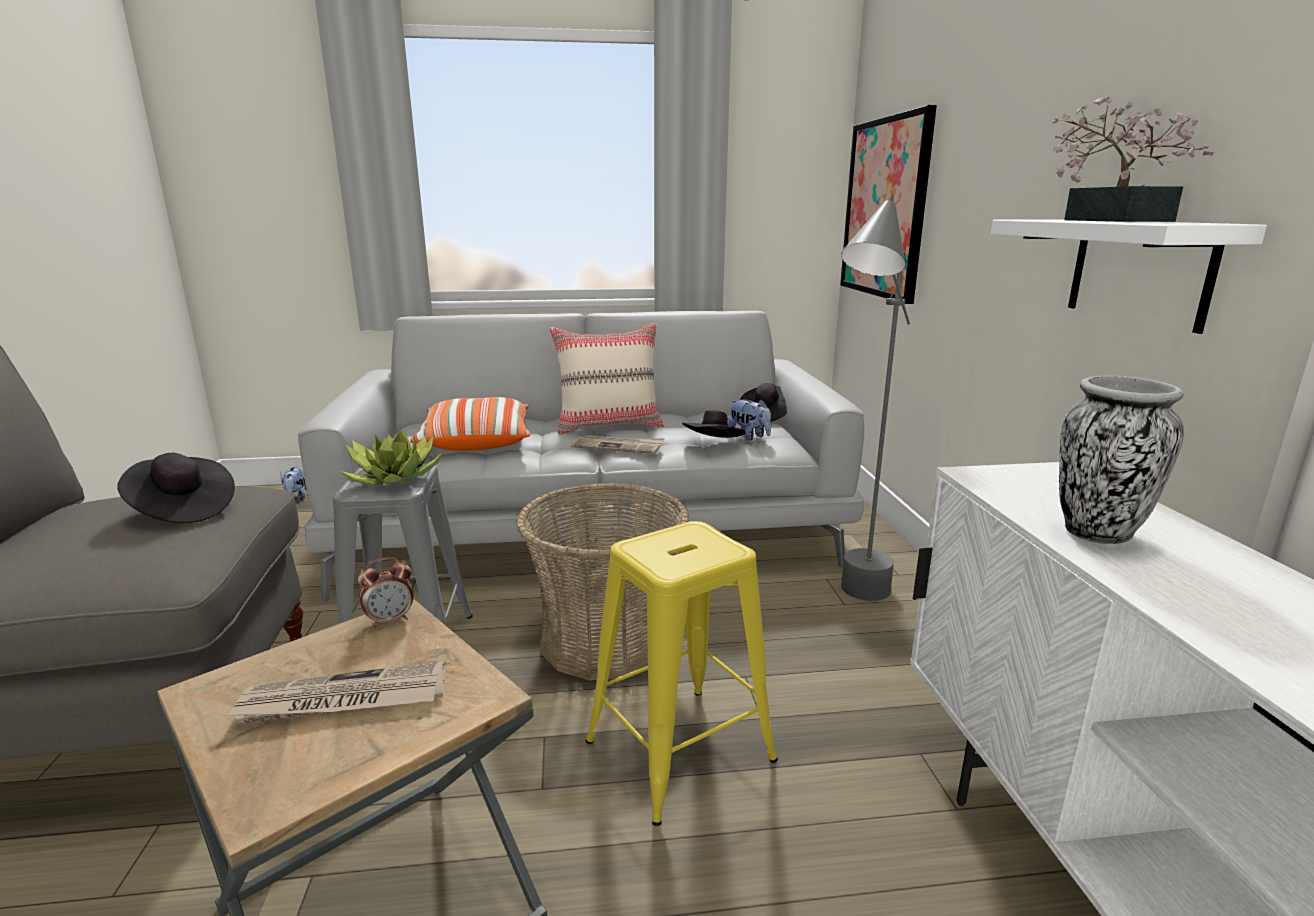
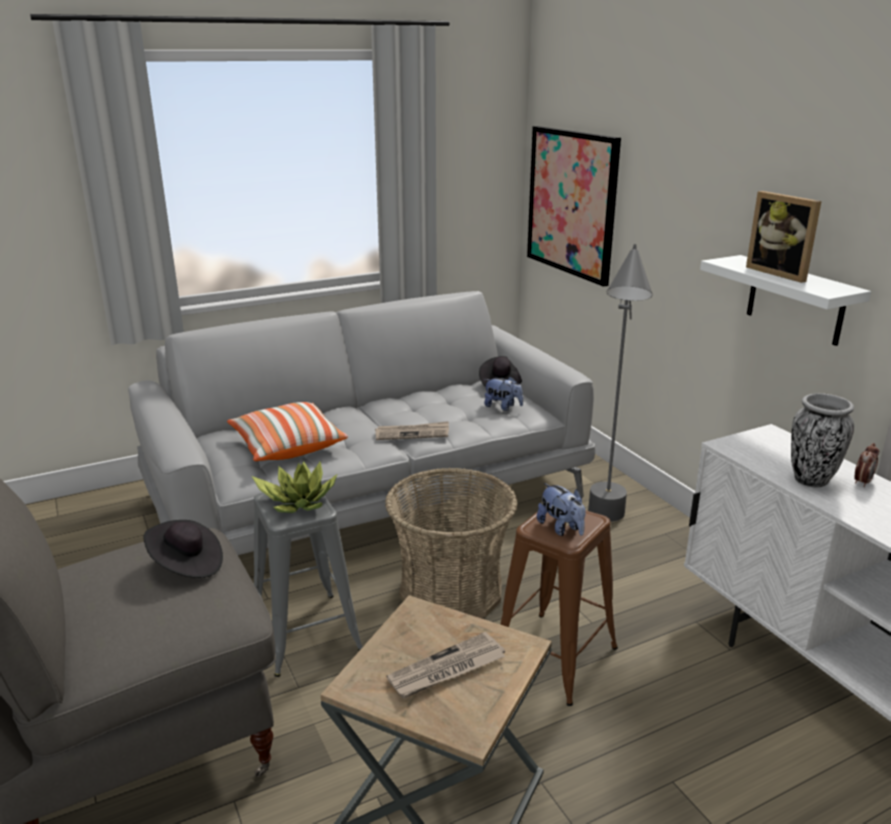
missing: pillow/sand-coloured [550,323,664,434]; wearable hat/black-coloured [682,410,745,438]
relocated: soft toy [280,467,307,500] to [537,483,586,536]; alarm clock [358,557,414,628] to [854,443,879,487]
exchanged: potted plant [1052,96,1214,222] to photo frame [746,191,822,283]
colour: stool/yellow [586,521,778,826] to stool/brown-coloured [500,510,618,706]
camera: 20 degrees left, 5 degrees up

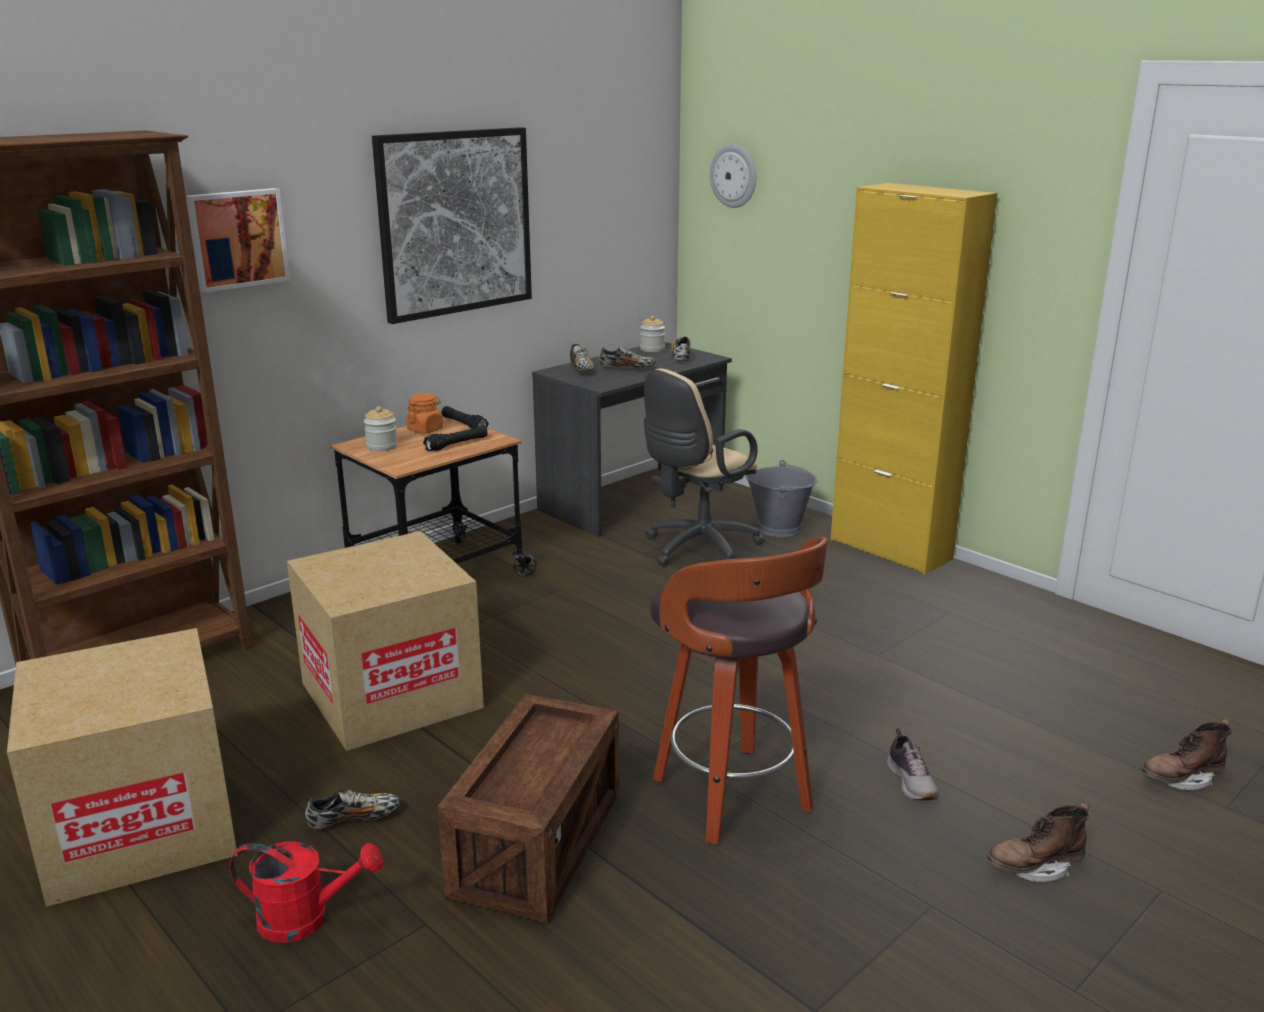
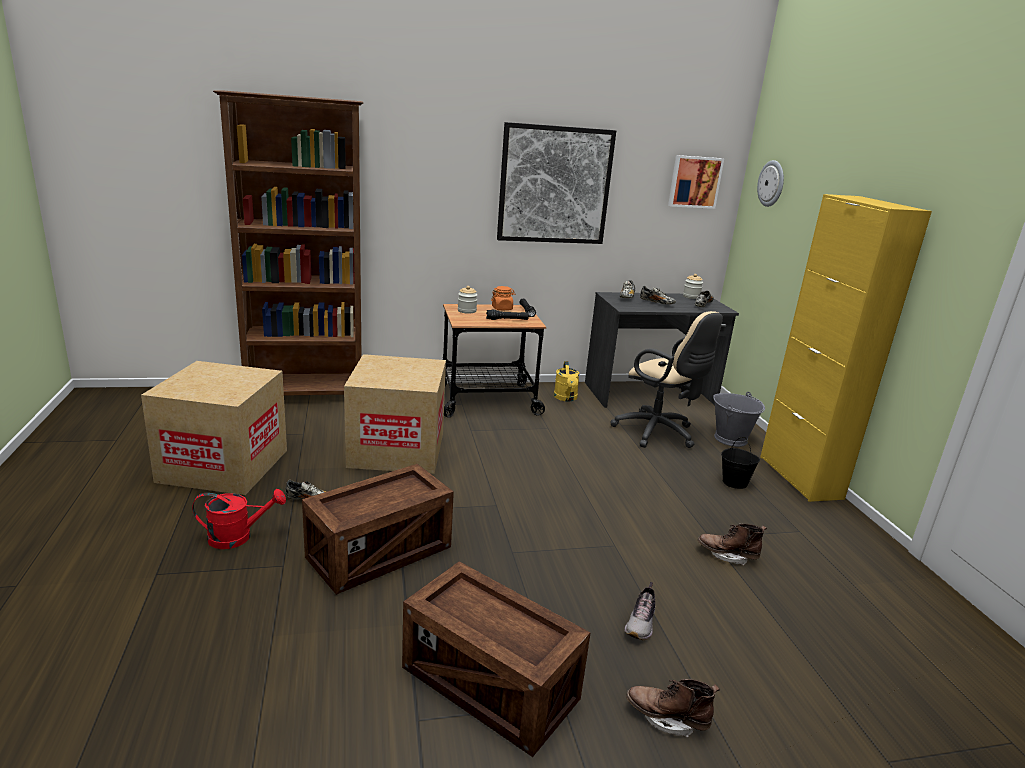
missing: stool [650,537,828,845]
appeared: watering can/yellow [554,361,580,401]; water bucket/black-coloured [721,437,760,489]; crate [402,561,591,757]
relocated: picture [186,188,290,293] to [668,155,724,209]; tall boot/brown-coloured [1142,718,1232,790] to [698,524,767,565]
spun: desk chair/sand-coloured [644,369,765,566] = [610,311,723,448] 120 degrees counterclockwise; watering can/red [230,841,383,943] = [192,489,286,549] 45 degrees counterclockwise
camera: 30 degrees right, 0 degrees up

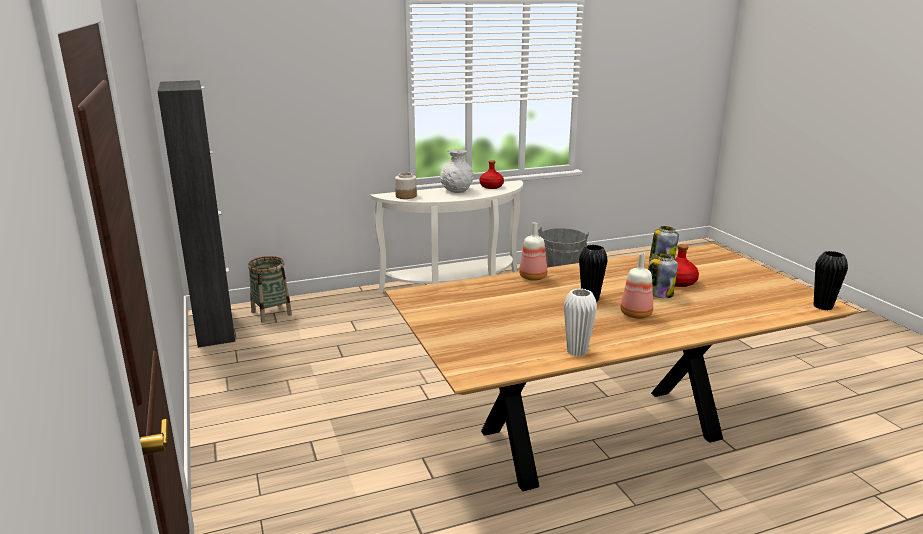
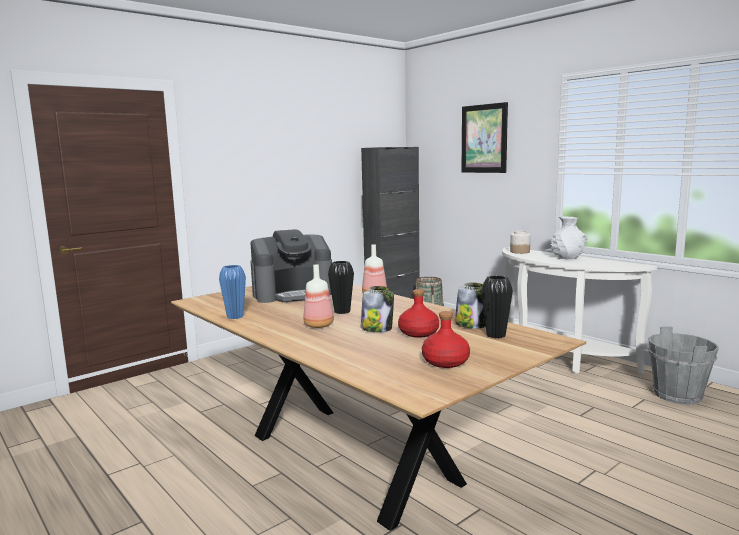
appeared: picture [462,102,508,173]; coffee brewer [251,229,332,303]
relocated: bottle/red [480,160,504,189] to [422,311,470,368]; vase/black-coloured [814,251,848,310] to [481,275,513,338]
colour: vase/white [564,289,597,356] to vase/blue [219,265,246,319]
camera: 70 degrees right, 10 degrees down

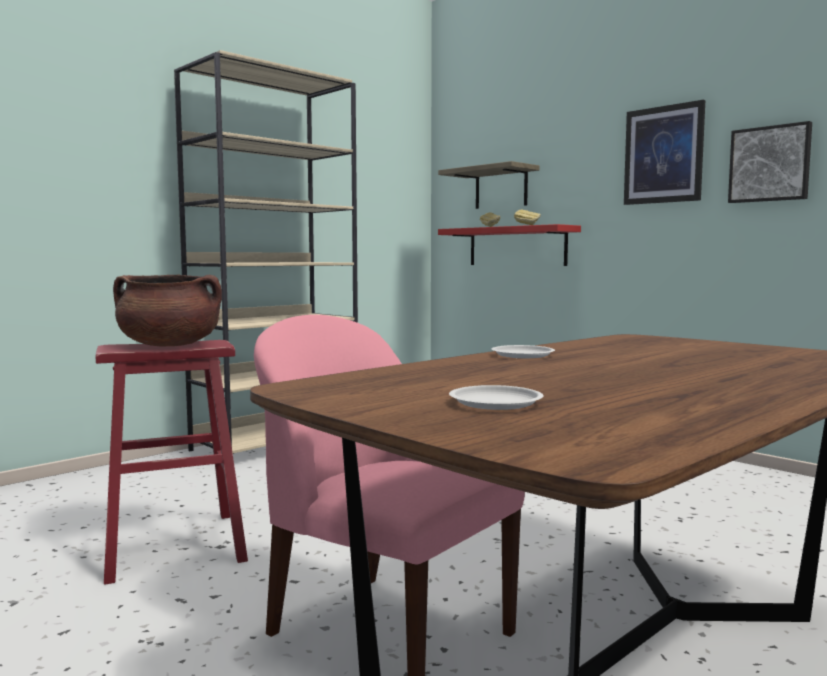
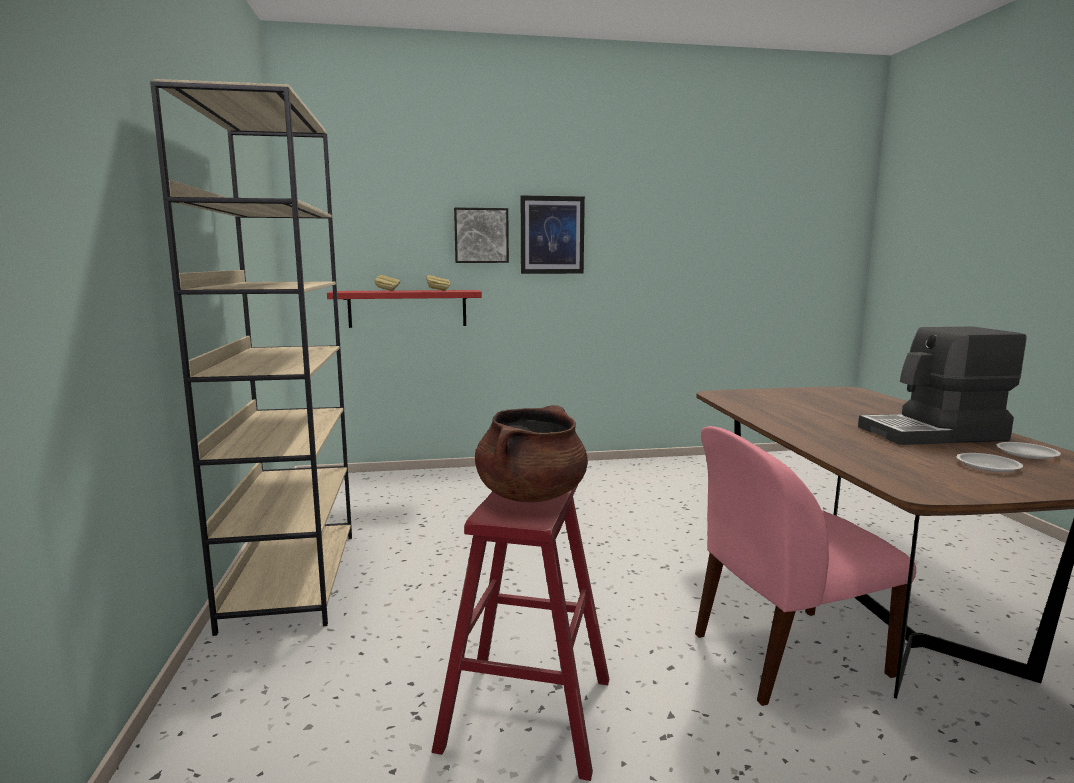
missing: wall shelf [438,161,540,209]
appeared: coffee brewer [858,327,1027,445]
relocated: picture [728,121,812,203] to [454,207,509,263]; dinner plate/white [492,345,555,358] to [997,442,1061,459]
camera: 55 degrees left, 5 degrees up

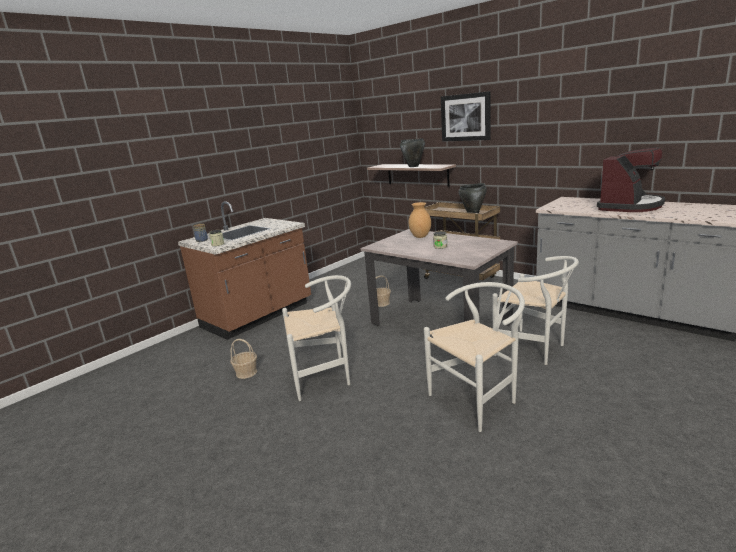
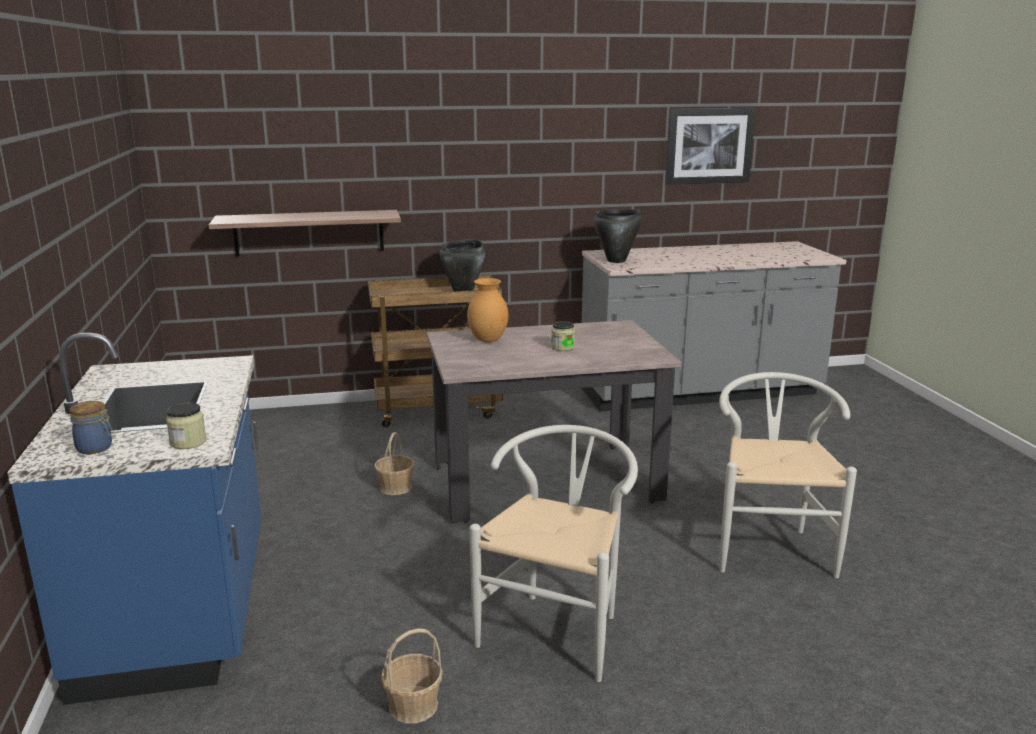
missing: coffee brewer [597,147,665,212]; upright chair/white [492,256,579,365]
relocated: picture [441,91,491,142] to [665,108,756,185]; cooking pot/black-coloured [400,138,425,167] to [594,210,642,263]
colour: kitchen counter/brown-coloured [178,201,311,340] to kitchen counter/blue [7,333,261,705]
camera: 55 degrees left, 0 degrees up

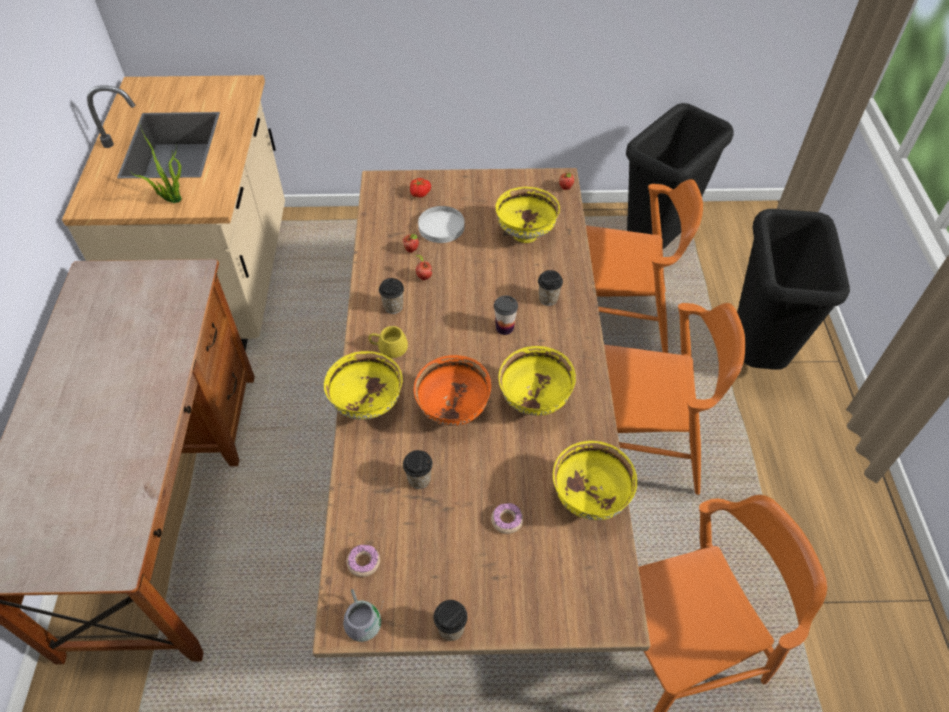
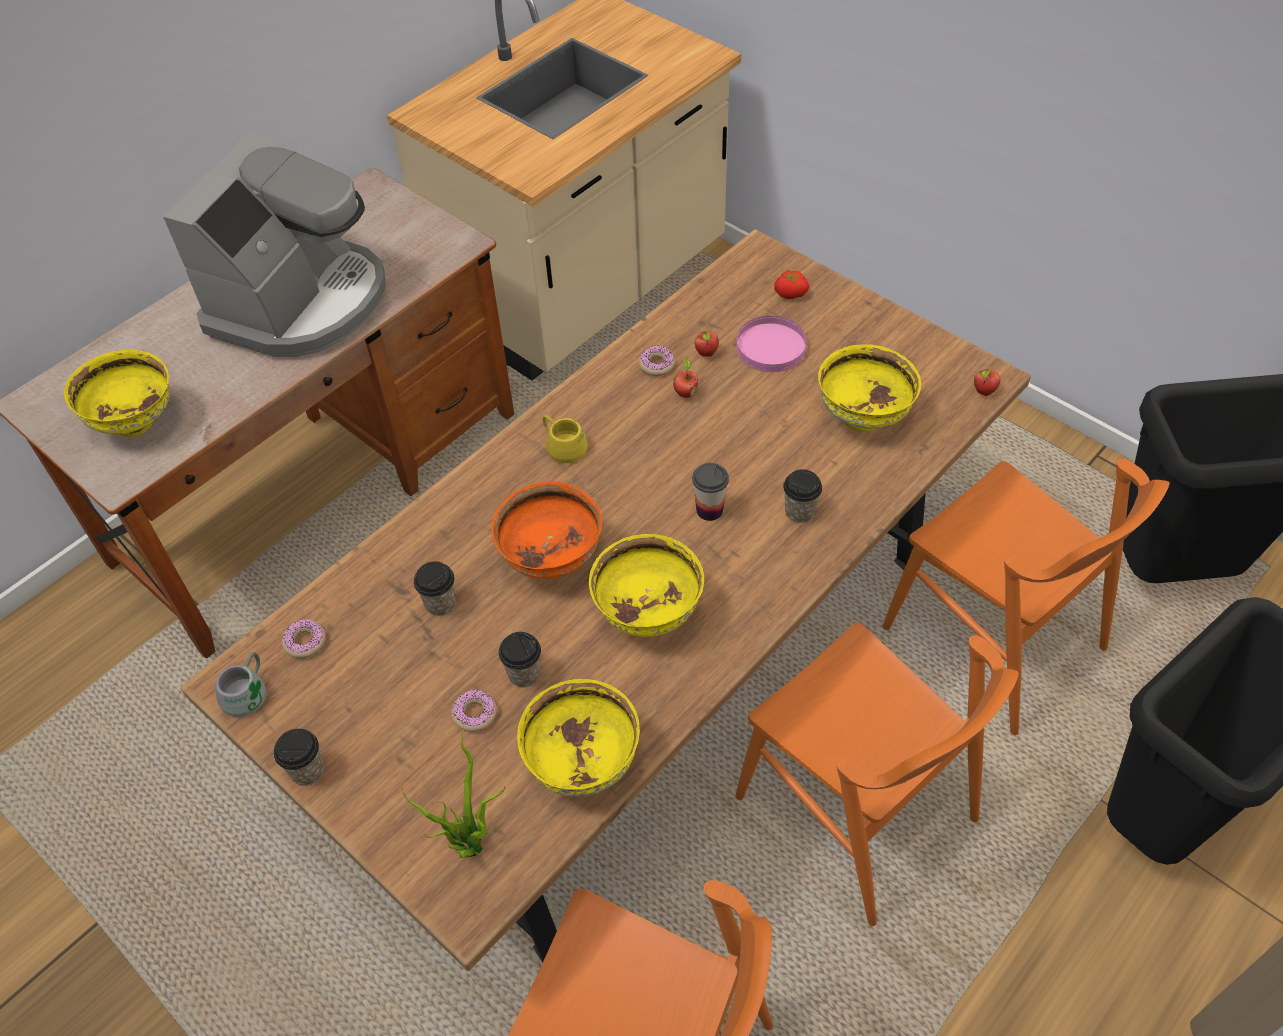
appeared: coffee brewer [163,131,386,357]; donut [638,346,675,376]
relocated: potted plant [130,120,181,203] to [402,721,505,858]; drinking cup [379,278,404,314] to [499,632,541,688]; bowl/yellow [324,351,403,420] to [64,350,170,437]
colour: dinner plate/white [418,206,465,243] to dinner plate/pinkish [737,316,806,372]
camera: 45 degrees right, 0 degrees up

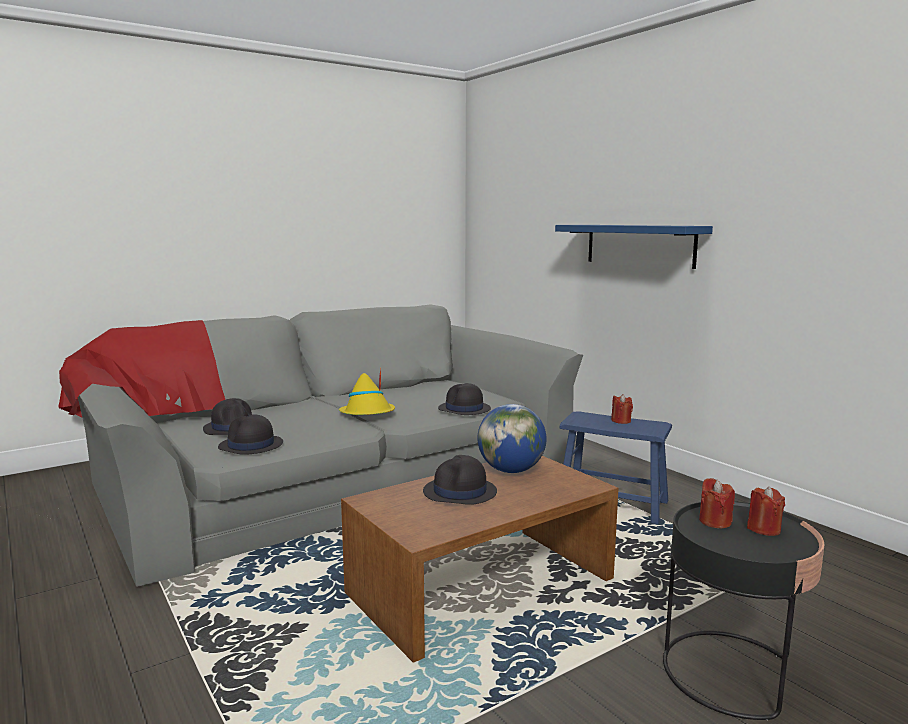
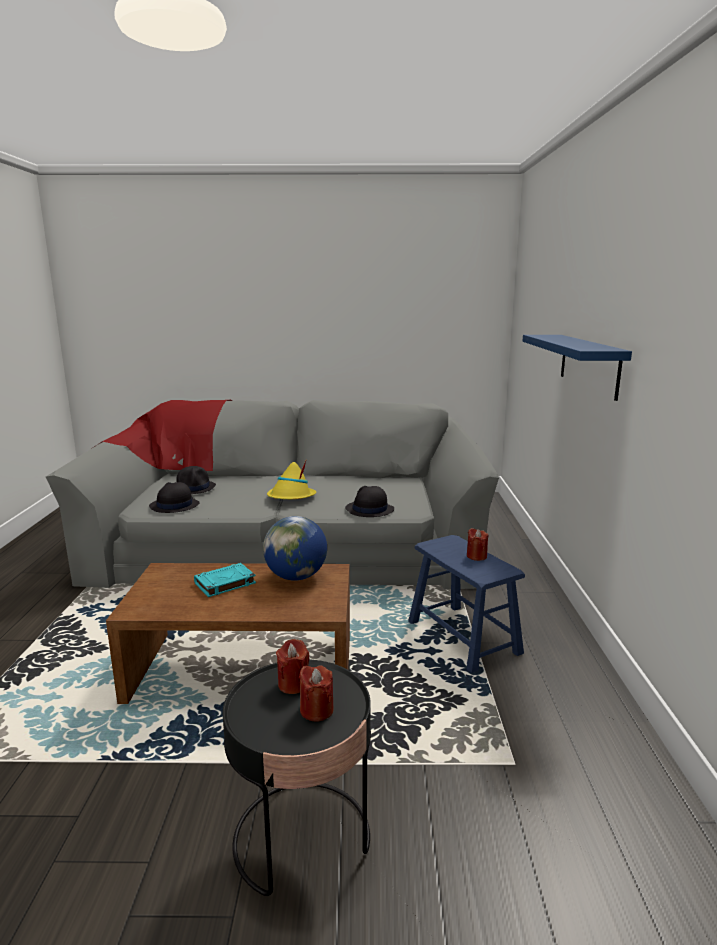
exchanged: wearable hat/black-coloured [423,455,497,505] to bound book/turquoise-coloured [194,563,256,597]
camera: 35 degrees right, 5 degrees up

